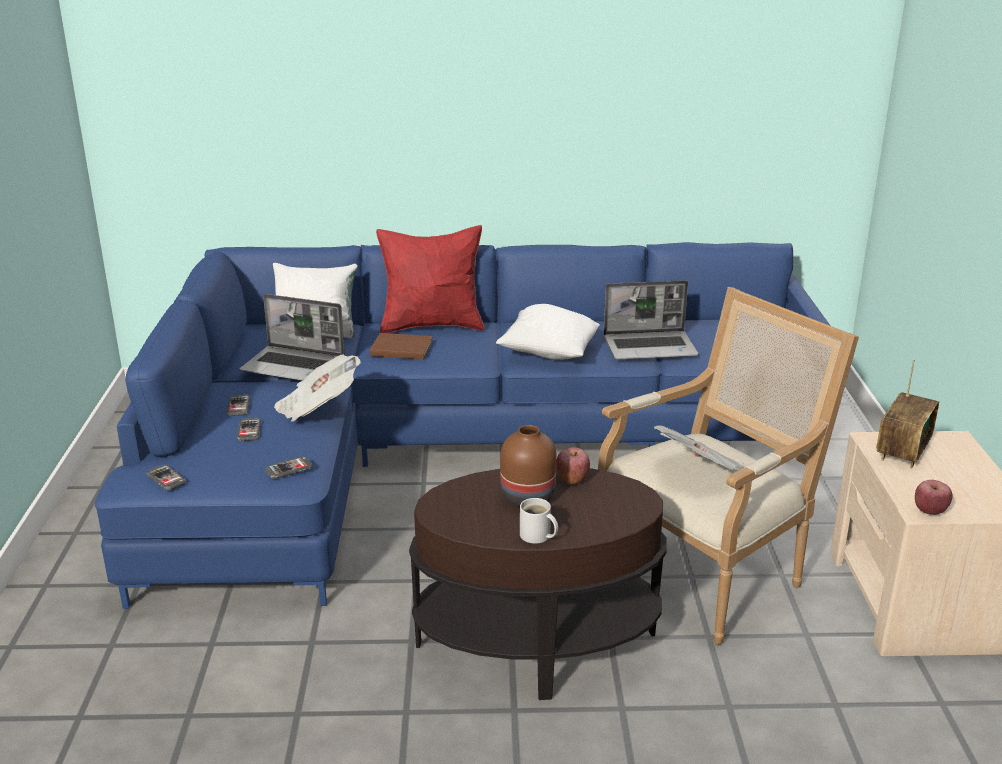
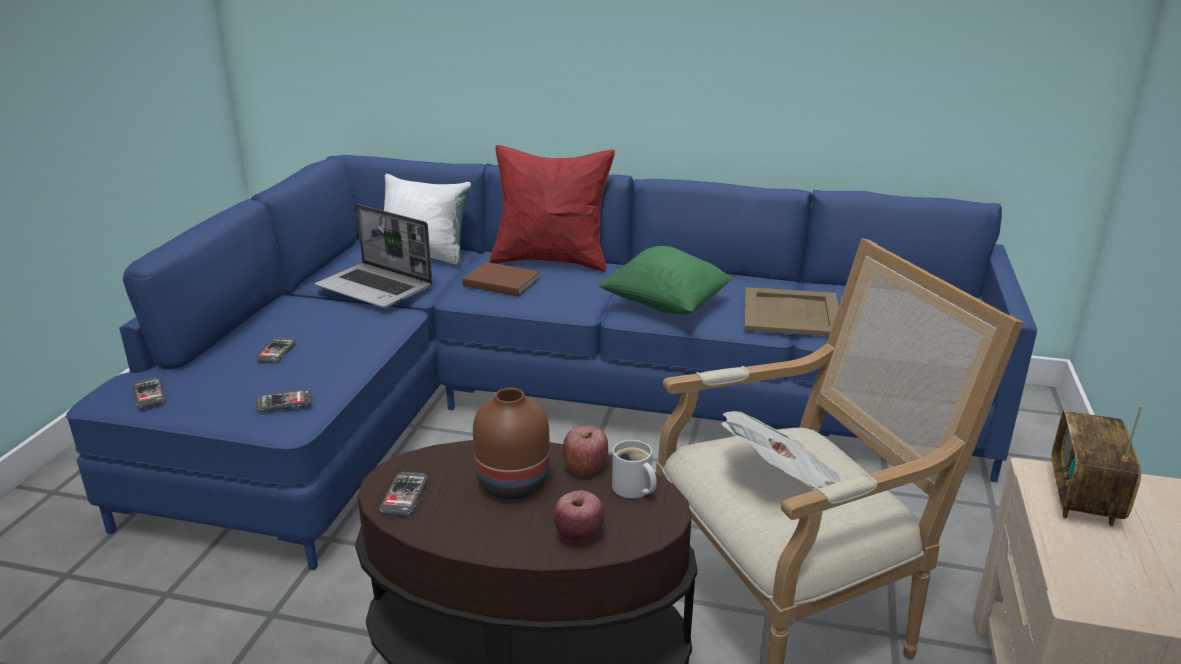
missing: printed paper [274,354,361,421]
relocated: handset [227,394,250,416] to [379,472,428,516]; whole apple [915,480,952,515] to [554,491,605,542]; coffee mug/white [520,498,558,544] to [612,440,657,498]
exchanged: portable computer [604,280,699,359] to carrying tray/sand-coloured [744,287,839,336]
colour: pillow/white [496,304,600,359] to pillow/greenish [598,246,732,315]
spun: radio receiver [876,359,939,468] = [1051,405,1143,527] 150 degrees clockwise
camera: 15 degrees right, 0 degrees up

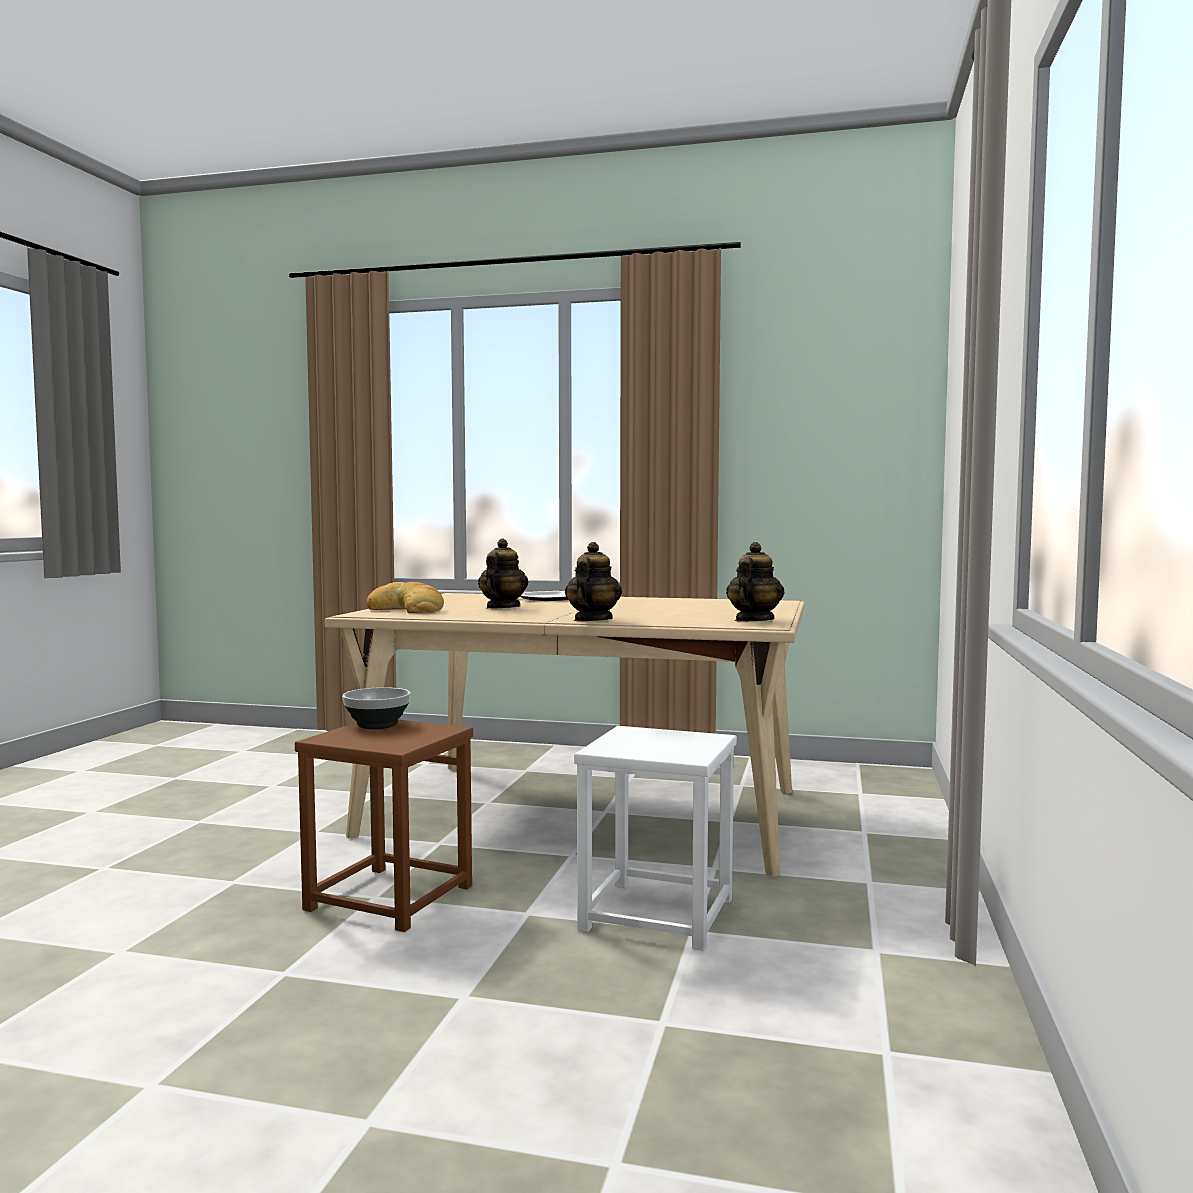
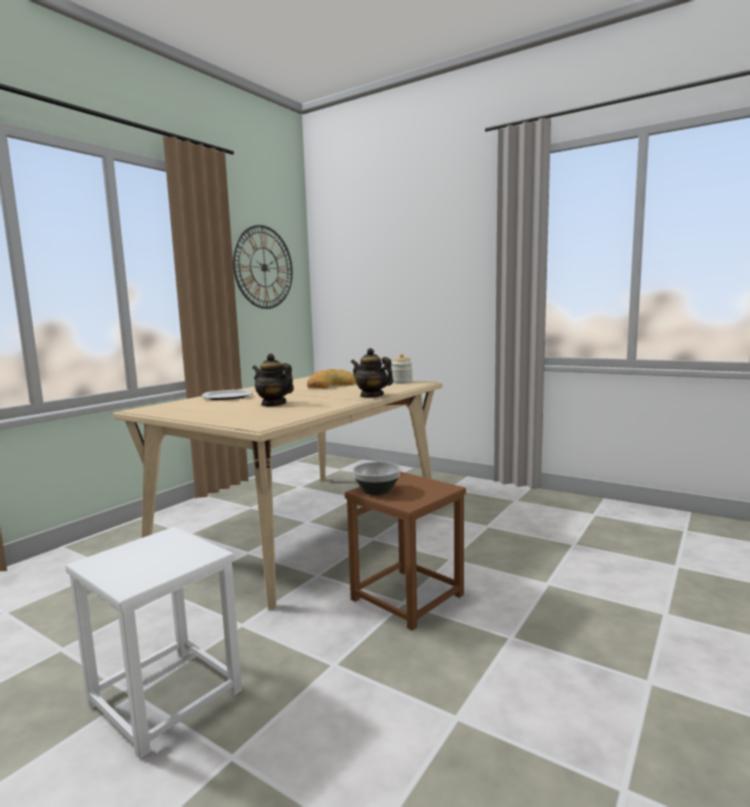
appeared: clock on the wall [233,225,293,309]
relocated: bakery bread [366,582,444,613] to [307,369,356,389]; stool/white [574,726,737,951] to [65,527,242,759]
exchanged: tea pot [726,542,784,621] to preserve jar [391,354,413,384]
camera: 70 degrees left, 5 degrees up

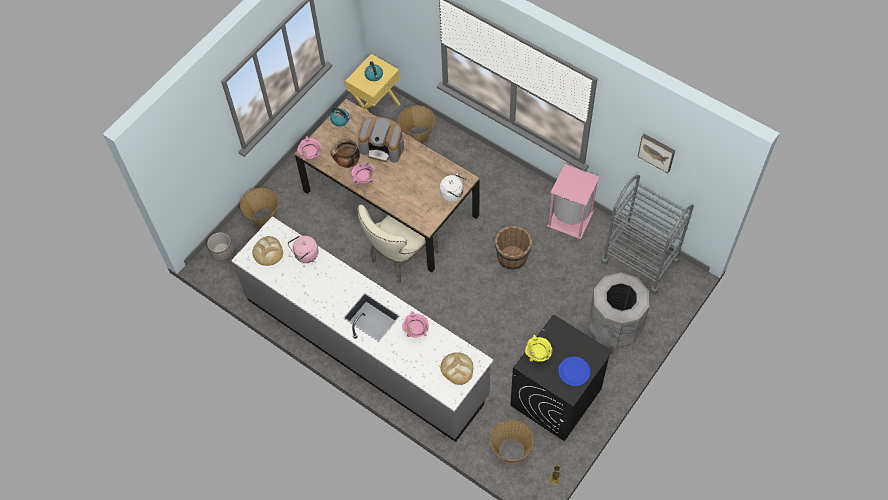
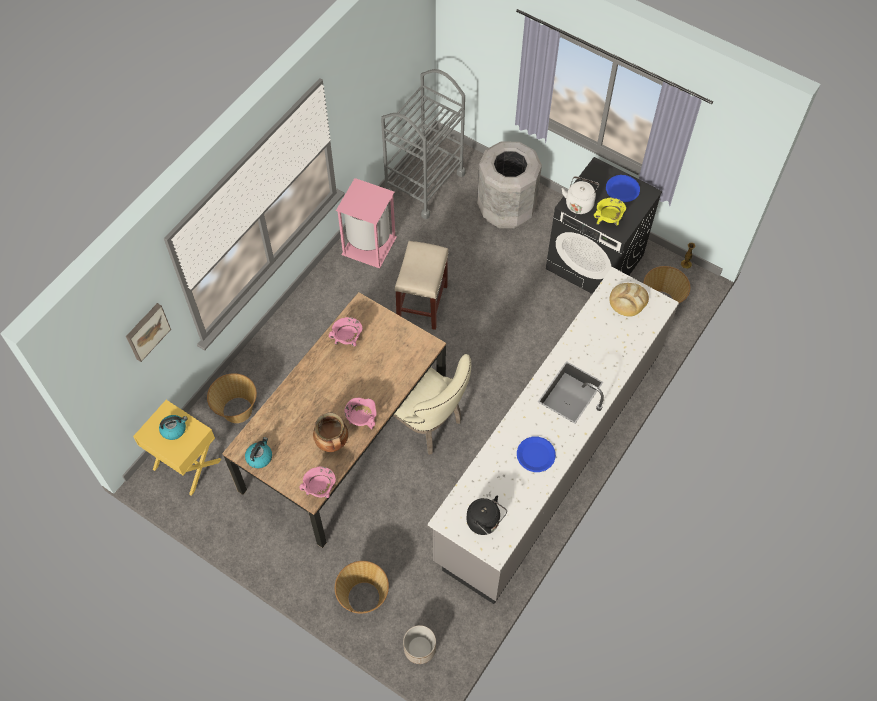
missing: coffee brewer [358,117,404,163]; kettle/pinkish [288,236,319,263]
appeared: dinner plate/blue [517,437,556,472]
relocated: picture [637,134,675,173] to [126,303,171,362]; kettle/white [440,173,467,202] to [562,176,599,214]; cooking pot/pinkish [402,311,429,337] to [329,317,362,346]
exchanged: water bucket/brown-coloured [495,226,532,270] to stool/sand-coloured [395,241,448,330]; bakery bread [252,236,283,266] to kettle/black-coloured [467,496,507,535]
camera: 95 degrees left, 0 degrees up

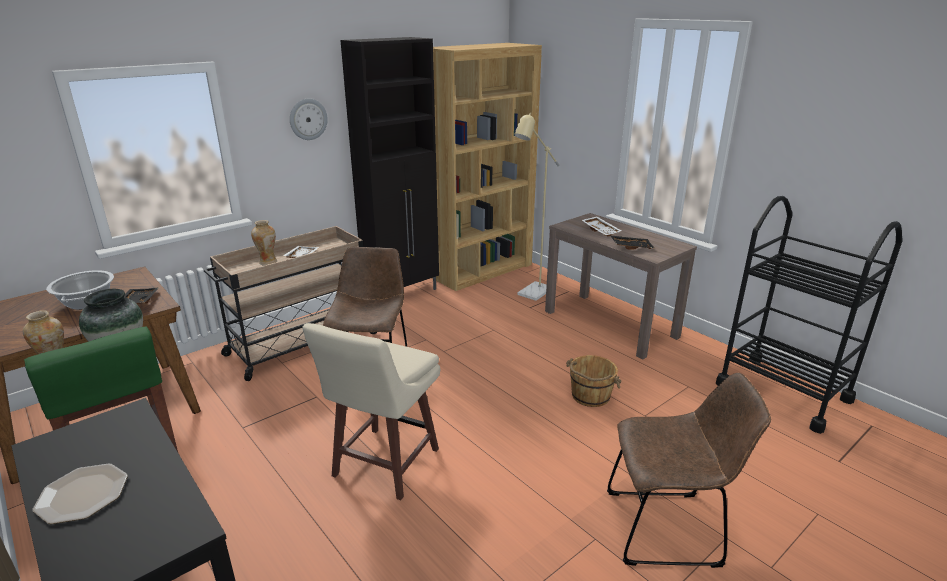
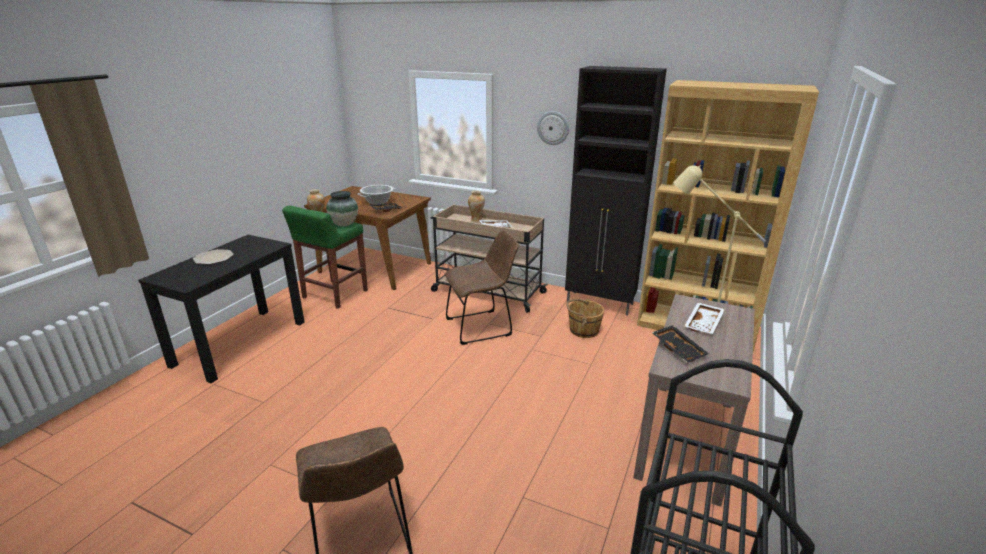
missing: stool/sand-coloured [302,323,440,500]
relocated: water bucket/brown-coloured [566,355,622,407] to [567,299,604,338]
camera: 65 degrees right, 0 degrees up

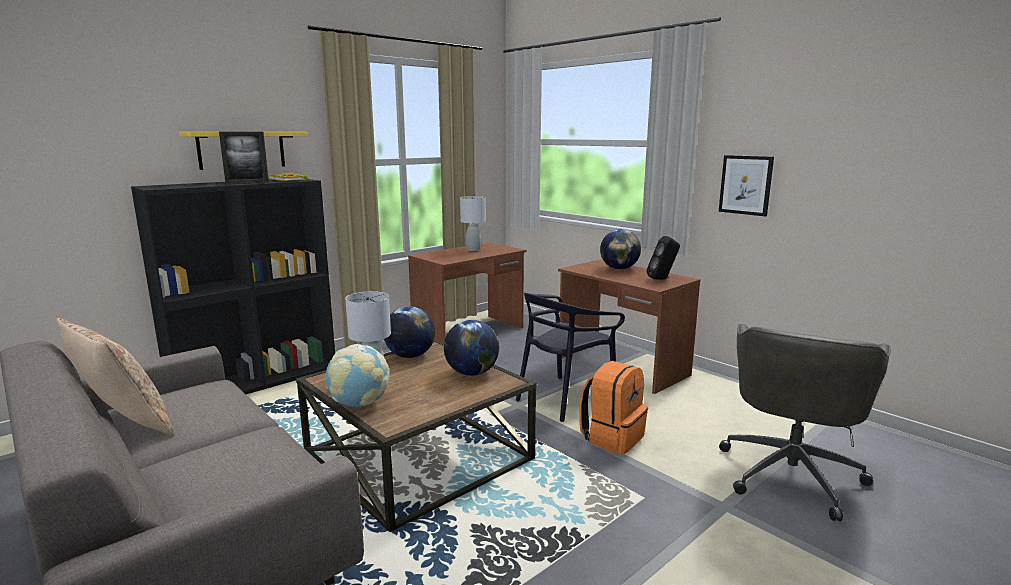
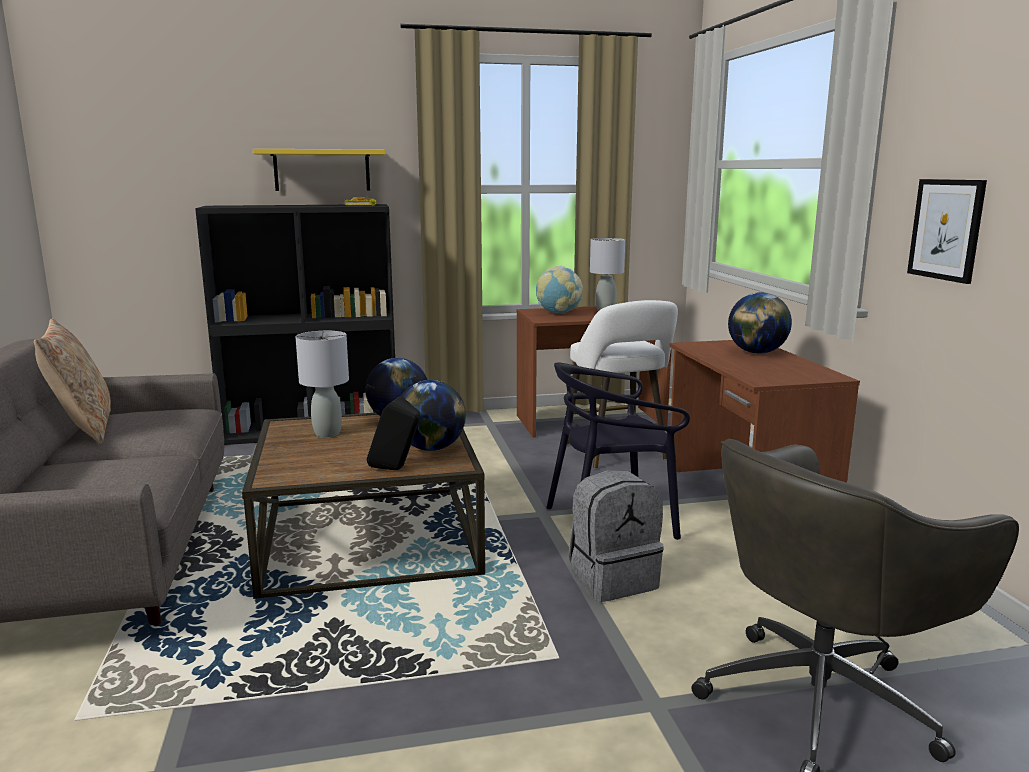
missing: photo frame [219,132,269,184]
appeared: stool/white [567,300,678,469]
relocated: audio speaker/black-coloured [647,236,680,280] to [367,396,420,470]; desk globe [325,344,389,407] to [536,266,583,314]
colour: knapsack/orange-coloured [579,361,648,454] to knapsack/gray [568,470,664,602]
camera: 30 degrees right, 0 degrees up

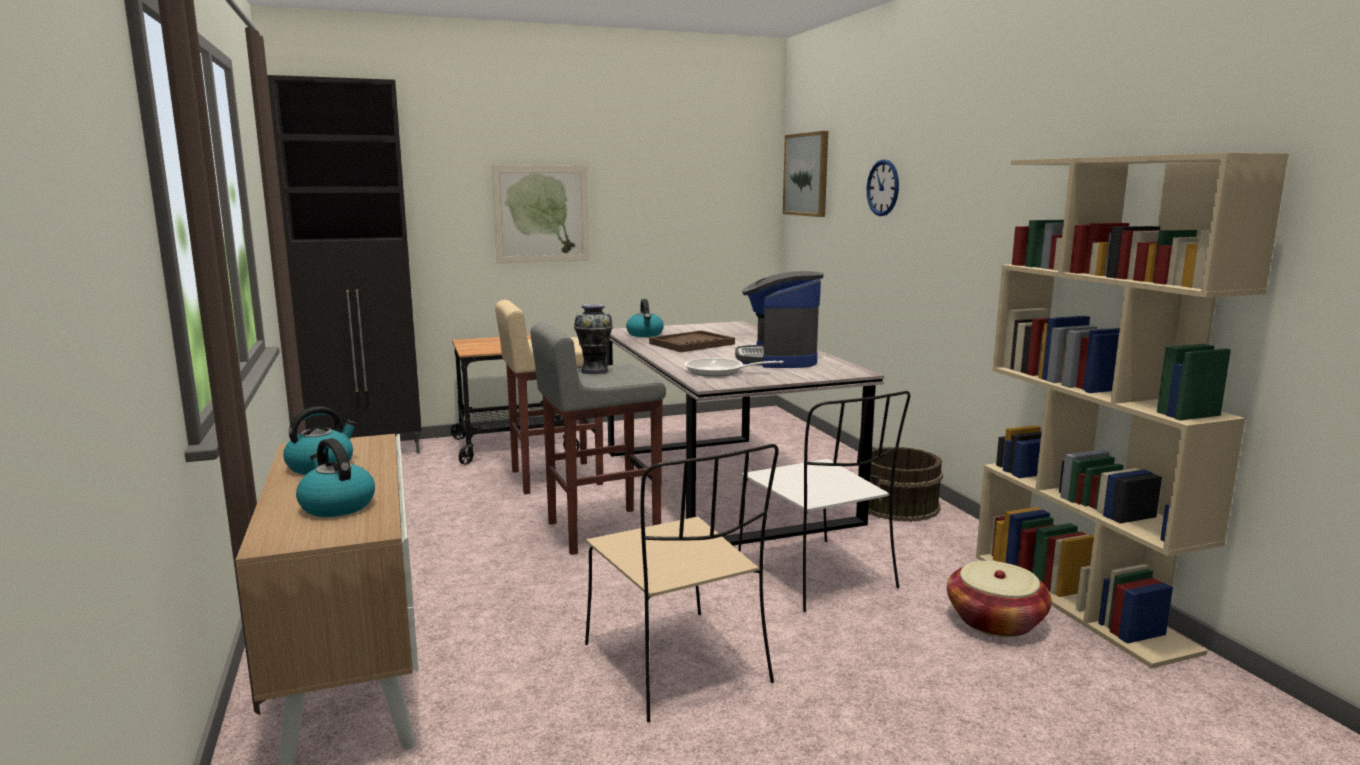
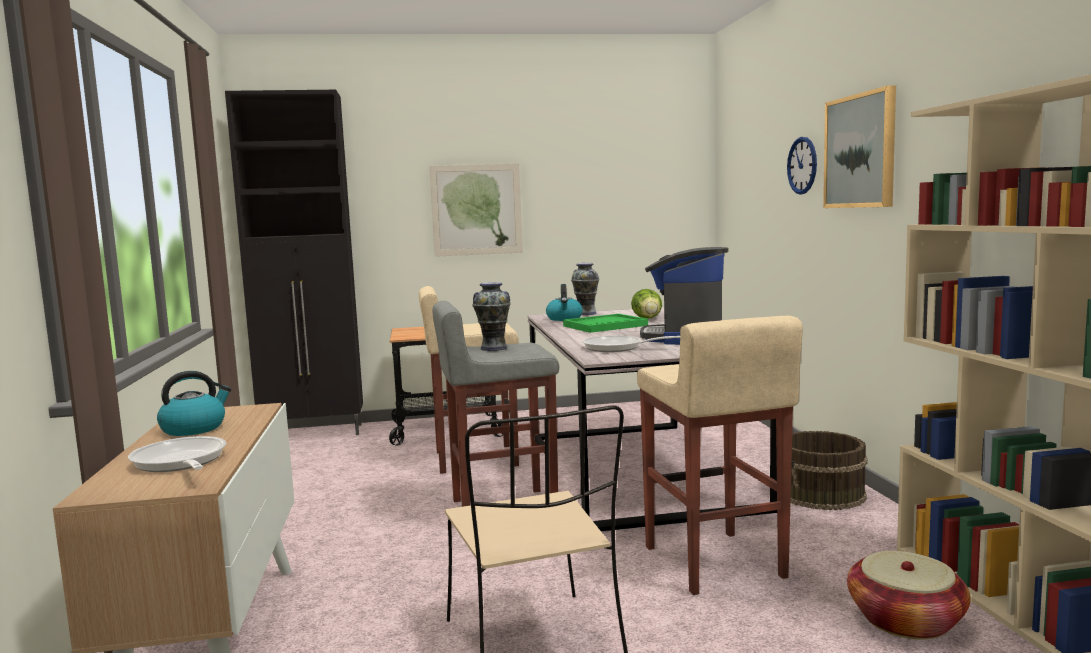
appeared: vase [571,263,599,315]; lettuce head [631,289,662,319]
relocated: picture [783,131,828,217] to [823,85,896,208]
exchanged: upright chair/white [738,391,910,612] to stool/sand-coloured [637,316,803,595]; kettle [296,438,375,517] to skillet [128,436,226,472]
colour: carrying tray/brown-coloured [649,330,735,352] to carrying tray/greenish [563,314,648,333]
camera: 10 degrees right, 5 degrees down

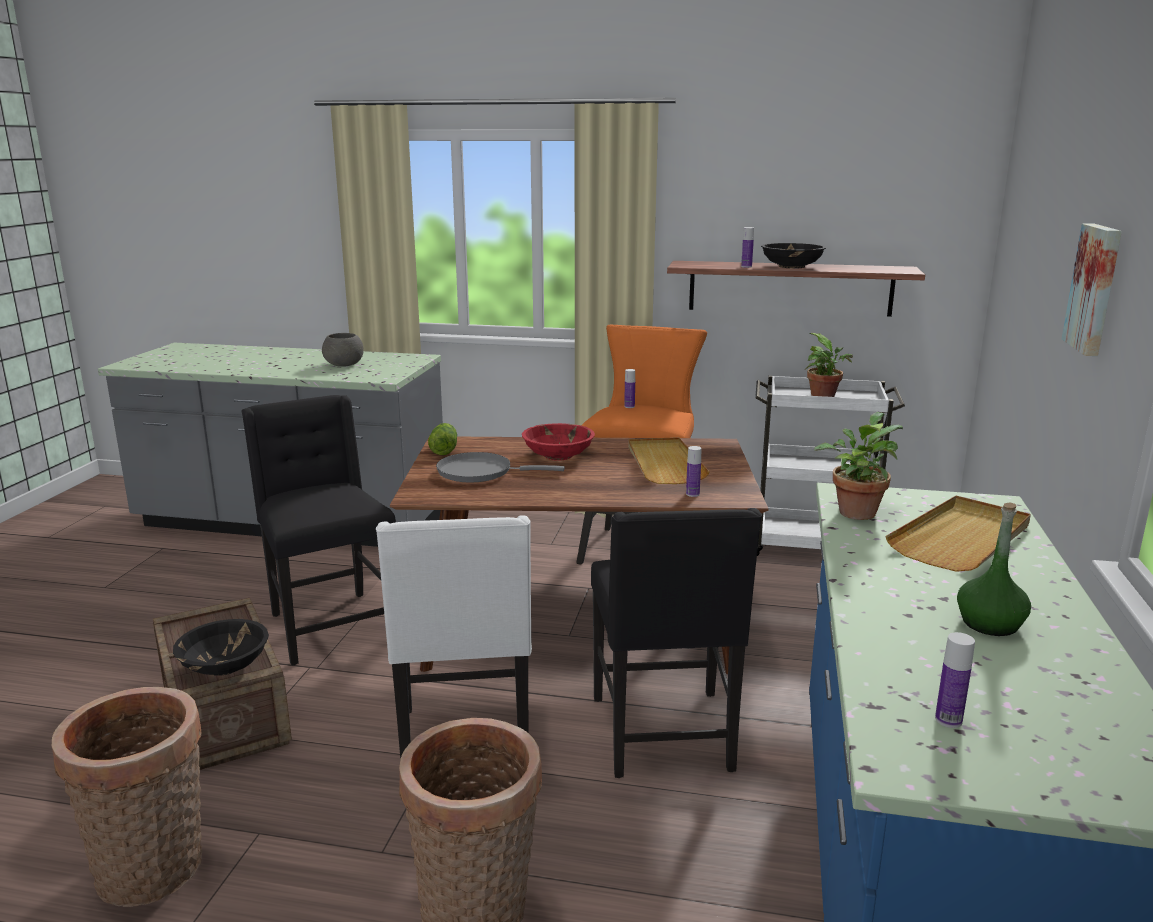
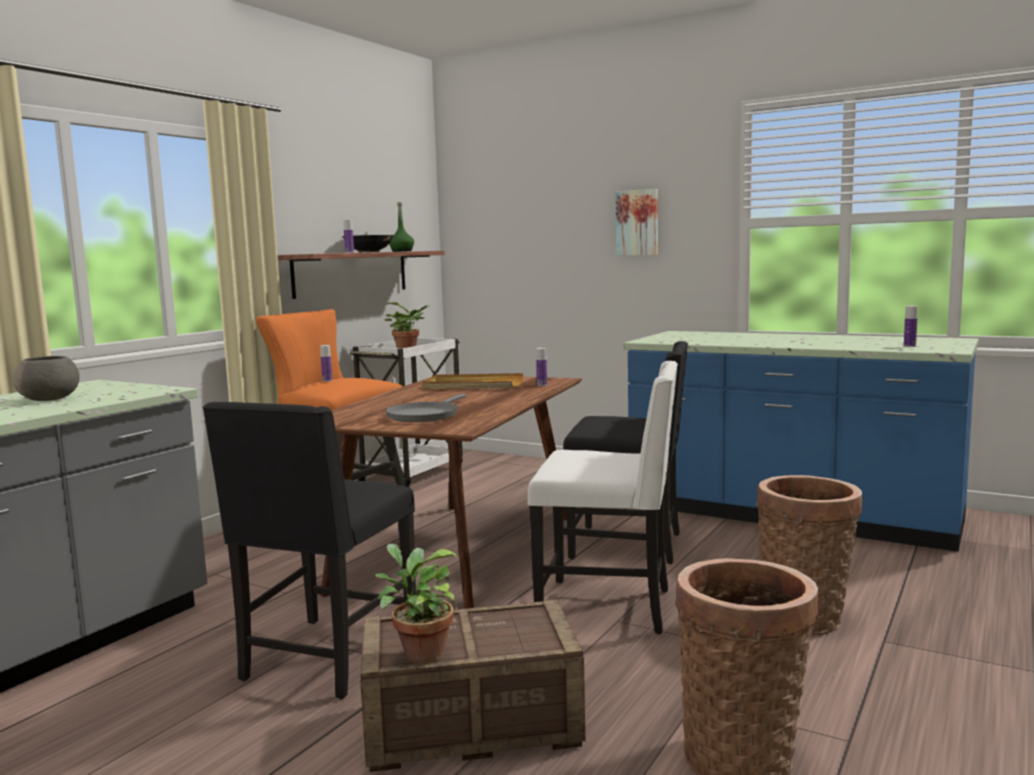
missing: lettuce head [428,423,457,455]; bowl/red [522,423,595,461]; carrying tray/sand-coloured [885,496,1031,572]; bowl/black-coloured [173,619,269,676]
relocated: potted plant [814,412,903,520] to [375,543,458,664]; bottle/greenish [957,503,1031,636] to [389,202,414,252]
spun: upright chair/black-coloured [241,395,396,665] = [202,402,416,699] 60 degrees counterclockwise
camera: 70 degrees left, 10 degrees down

